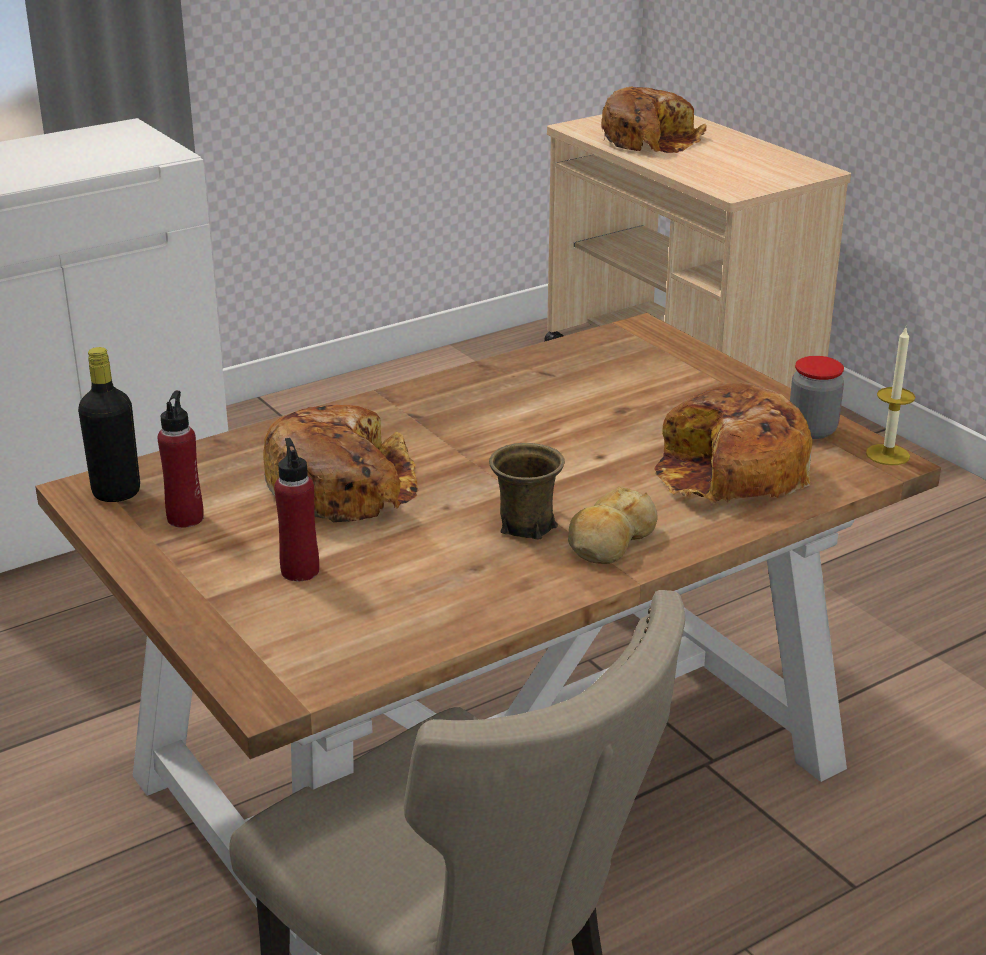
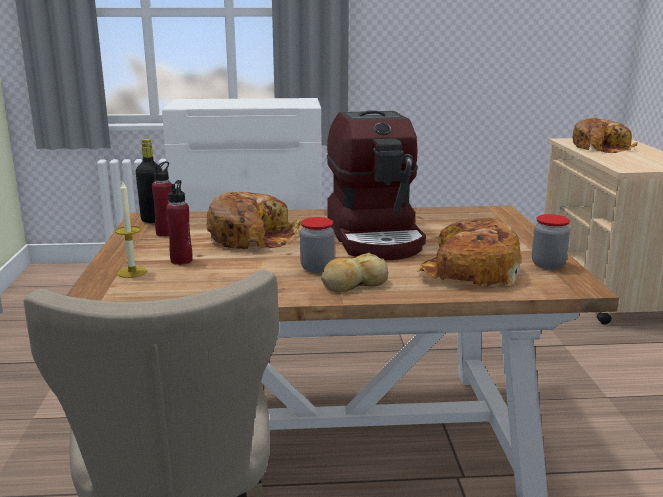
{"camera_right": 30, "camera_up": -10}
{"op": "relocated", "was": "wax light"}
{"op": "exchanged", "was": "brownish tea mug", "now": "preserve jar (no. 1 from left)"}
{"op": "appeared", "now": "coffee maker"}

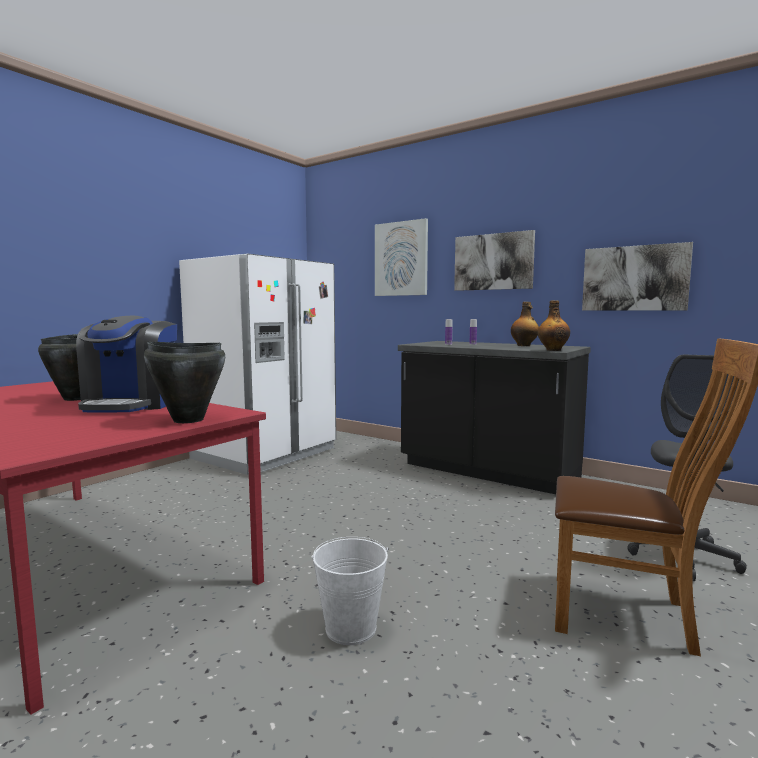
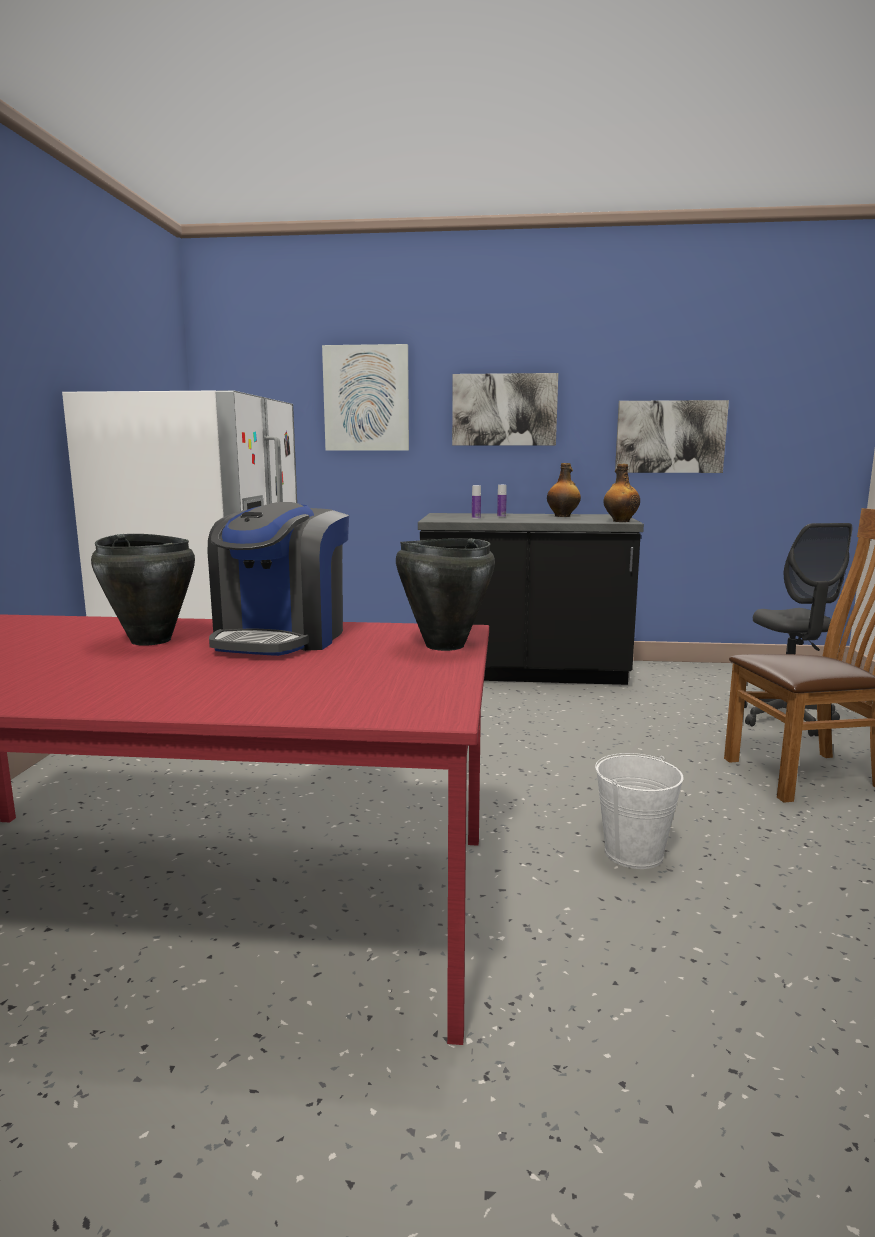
{"camera_right": -30, "camera_up": 5}
{"op": "spun", "was": "coffee maker", "clockwise": 45}

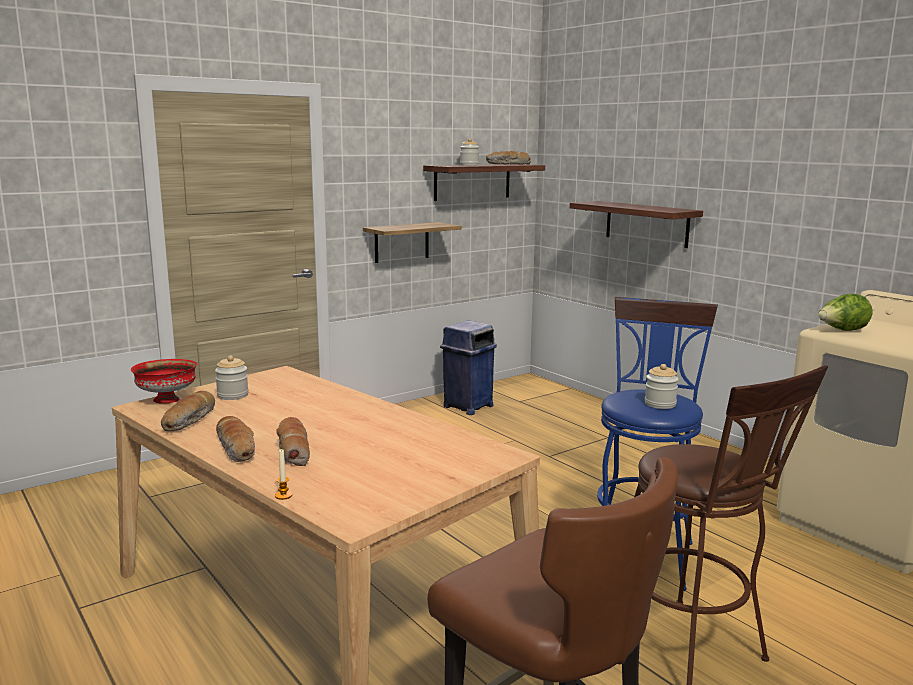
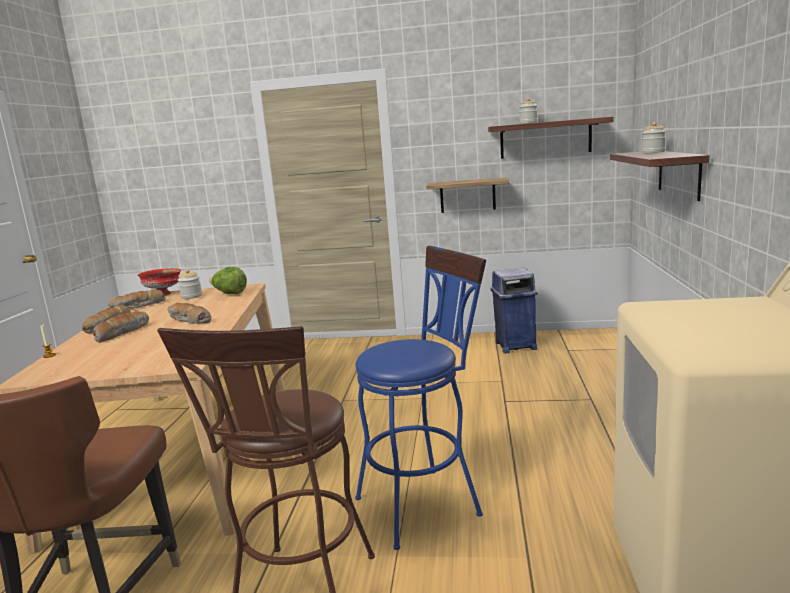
{"camera_right": 45, "camera_up": 0}
{"op": "relocated", "was": "bread (no. 4 from left)"}
{"op": "relocated", "was": "lettuce"}
{"op": "relocated", "was": "preserve jar (no. 3 from left)"}

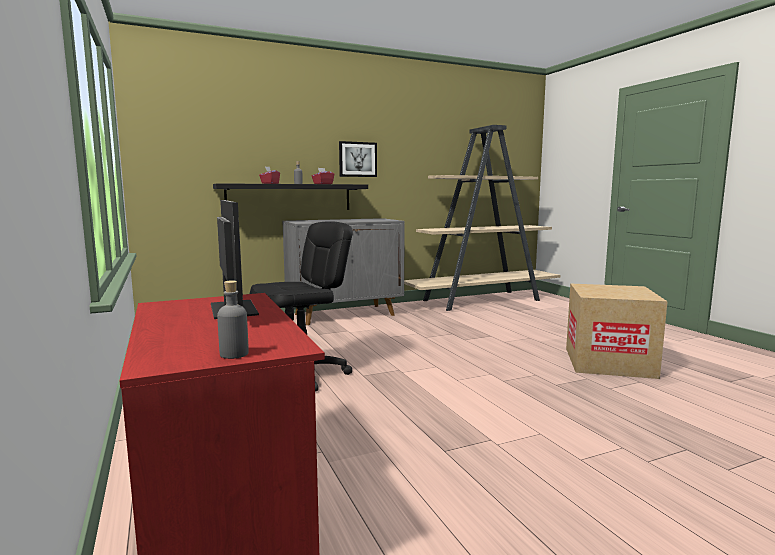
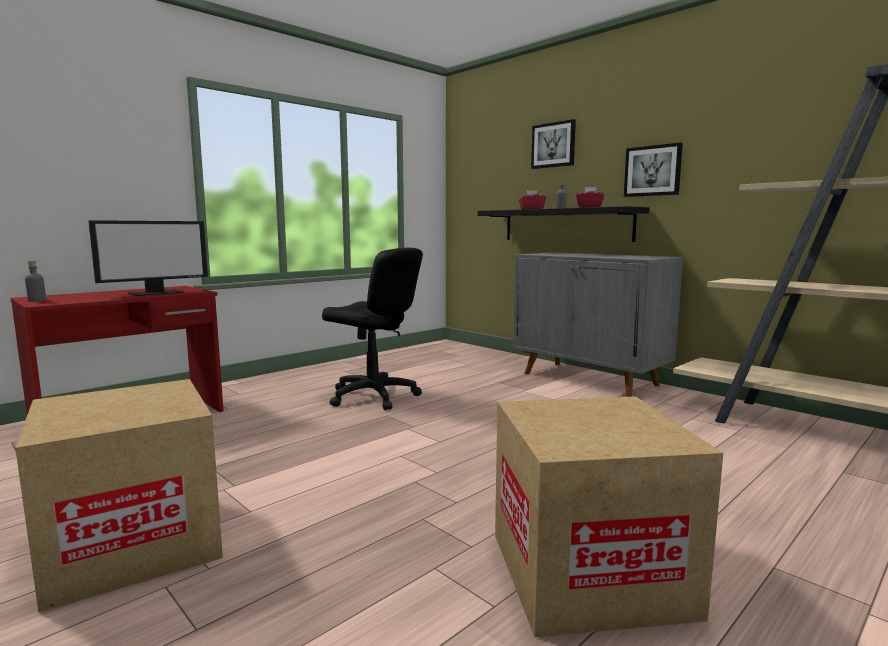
{"camera_right": 70, "camera_up": 0}
{"op": "appeared", "now": "packing box (no. 1 from left)"}
{"op": "appeared", "now": "picture (no. 1 from left)"}

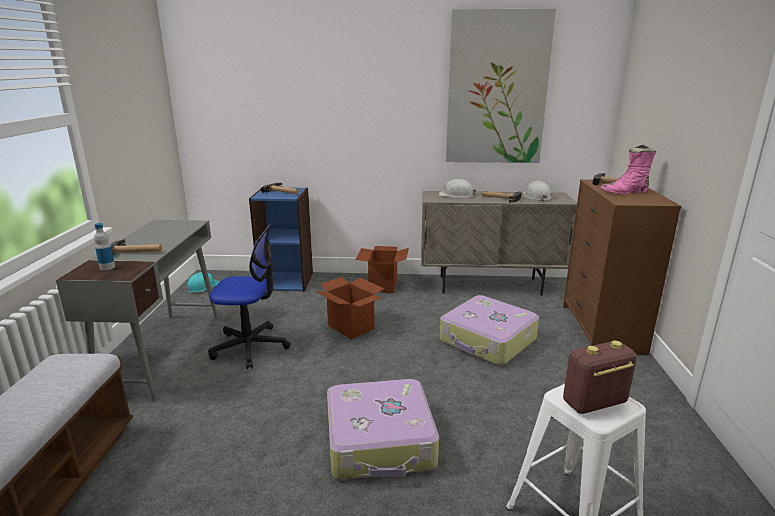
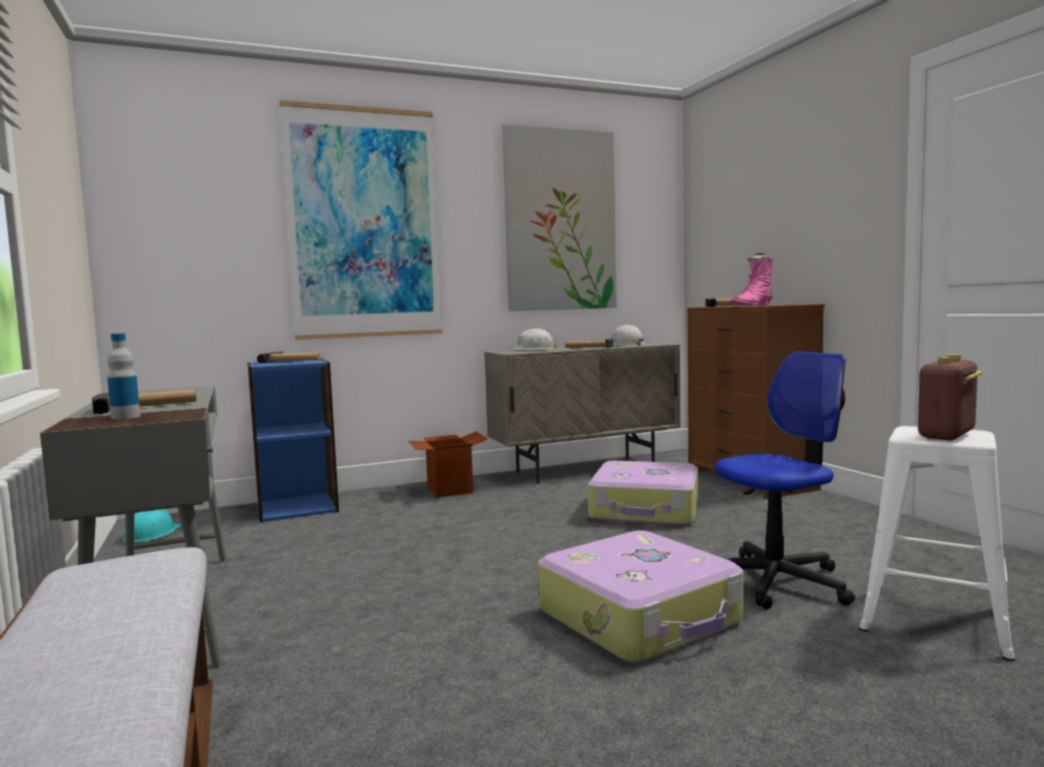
{"camera_right": -25, "camera_up": -15}
{"op": "appeared", "now": "picture (no. 1 from left)"}
{"op": "relocated", "was": "desk chair"}
{"op": "missing", "was": "packing box (no. 1 from left)"}

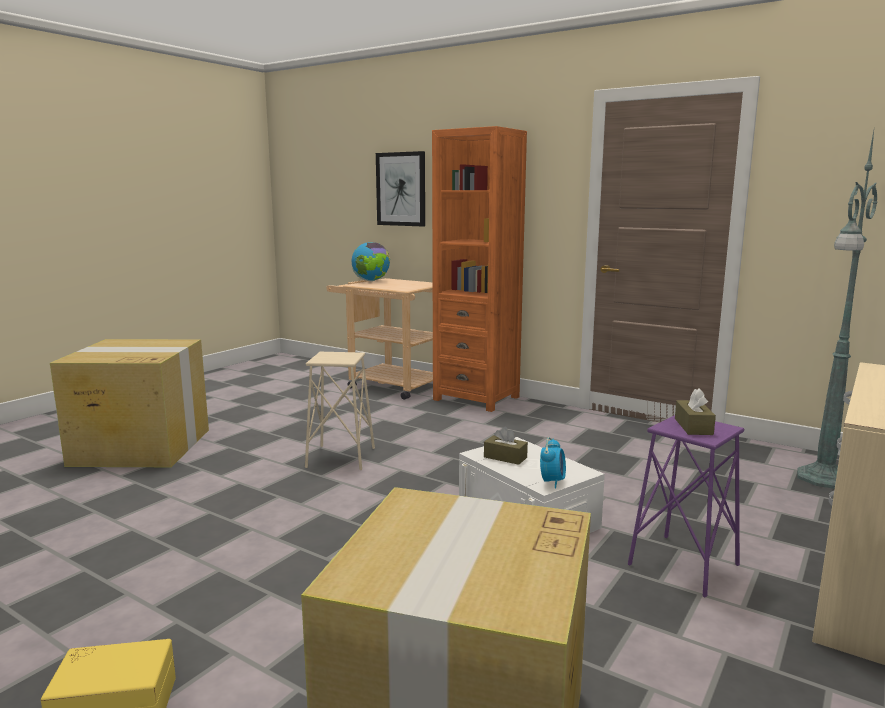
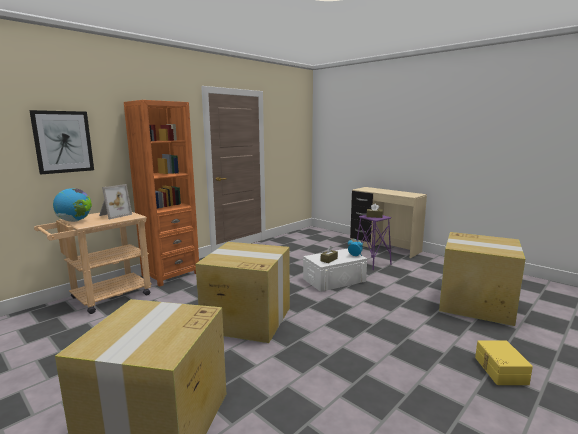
{"camera_right": -80, "camera_up": 0}
{"op": "appeared", "now": "standing frame"}
{"op": "exchanged", "was": "beige-coloured stool", "now": "packing box (no. 2 from left)"}
{"op": "missing", "was": "greenish standard lamp"}

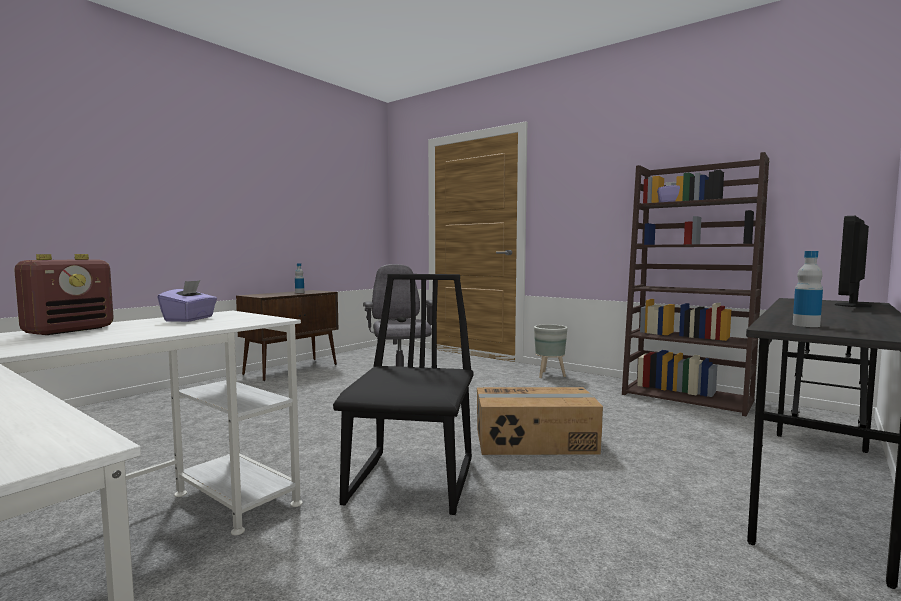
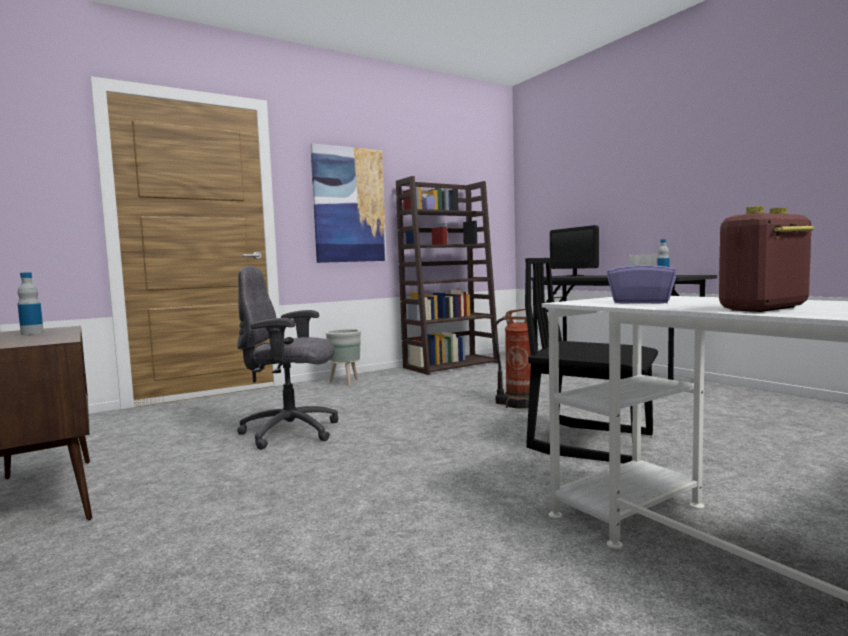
{"camera_right": -70, "camera_up": 0}
{"op": "appeared", "now": "picture"}
{"op": "exchanged", "was": "packing box", "now": "fire extinguisher"}
{"op": "spun", "was": "radio", "clockwise": -75}

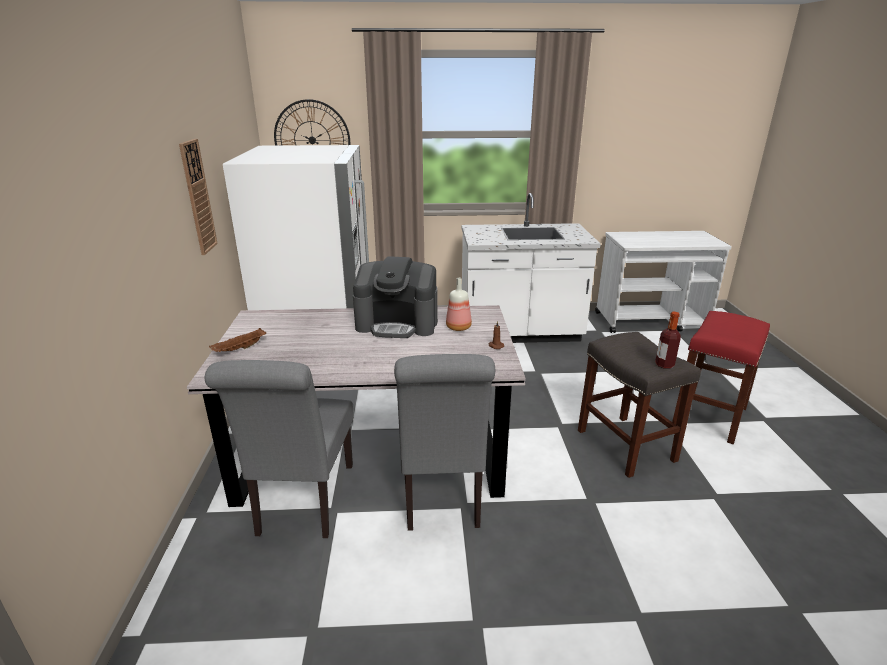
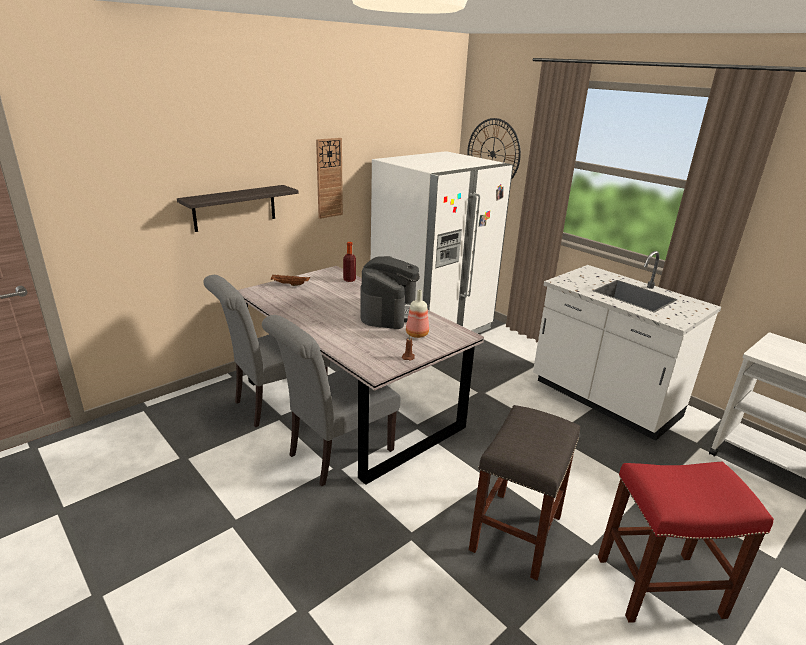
{"camera_right": 50, "camera_up": 0}
{"op": "appeared", "now": "wall shelf"}
{"op": "relocated", "was": "bottle (no. 2 from left in the first image)", "now": "bottle (no. 1 from left)"}
{"op": "spun", "was": "coffee maker", "clockwise": -135}

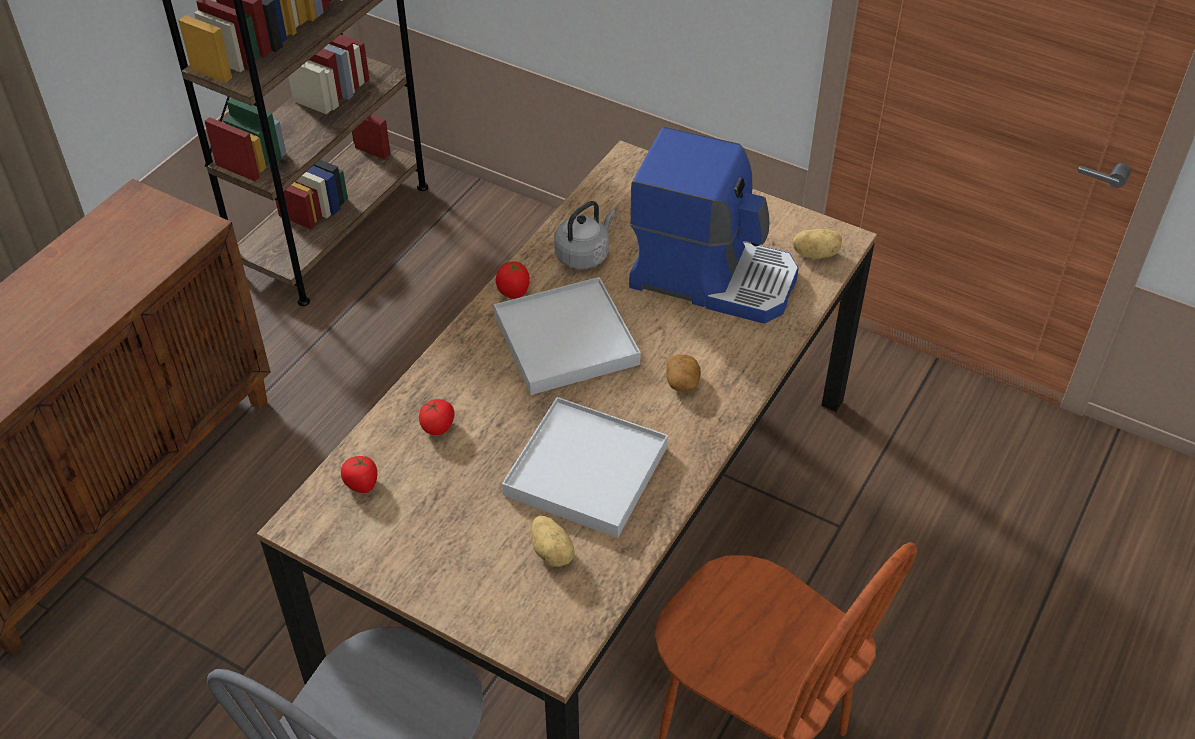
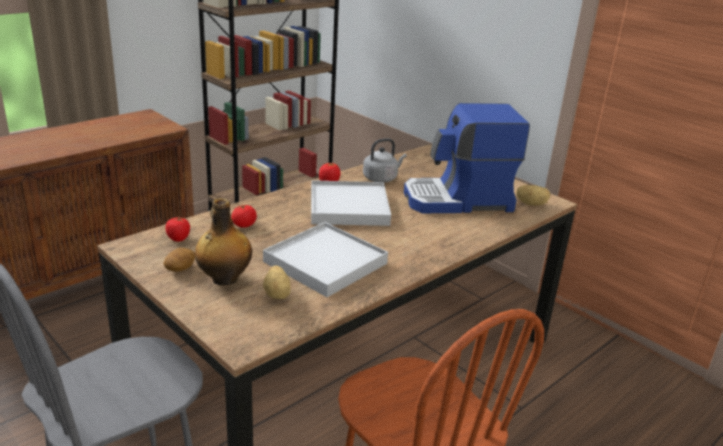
{"camera_right": 15, "camera_up": -20}
{"op": "relocated", "was": "spud (no. 2 from left in the first image)", "now": "spud (no. 1 from left)"}
{"op": "appeared", "now": "bottle"}
{"op": "spun", "was": "coffee maker", "clockwise": 135}

